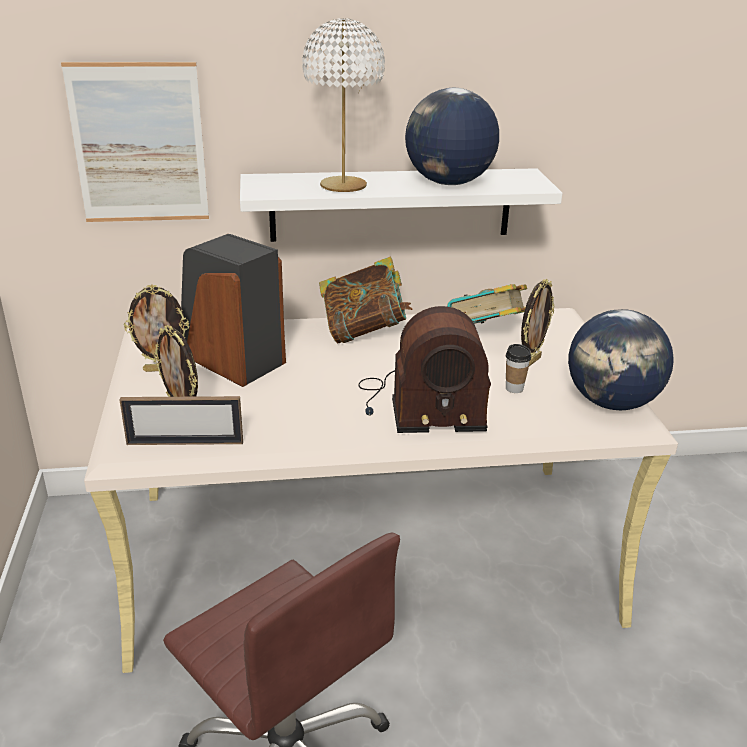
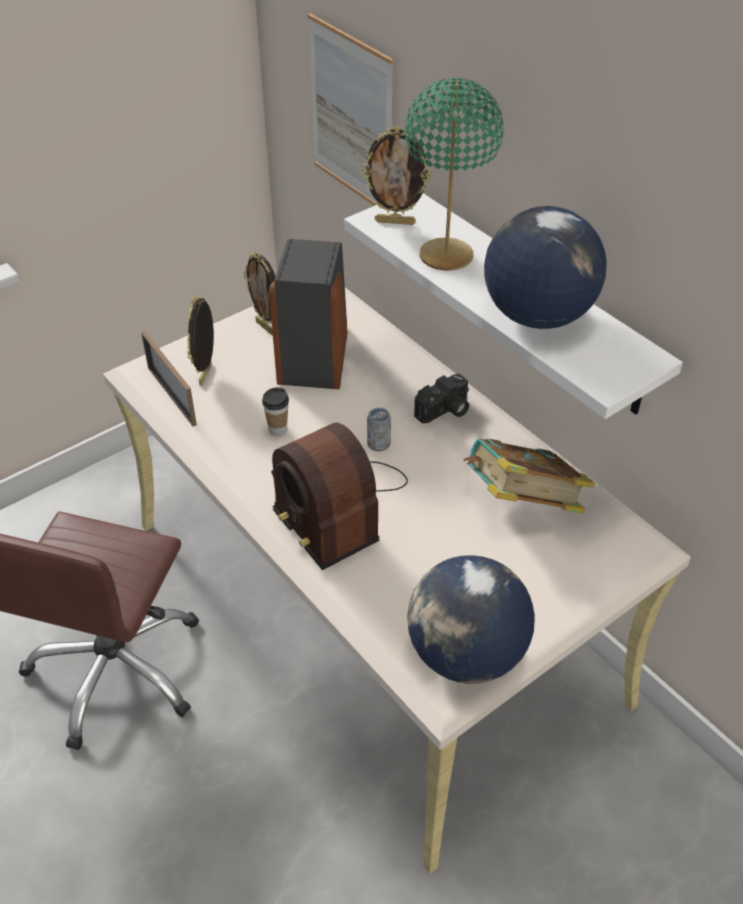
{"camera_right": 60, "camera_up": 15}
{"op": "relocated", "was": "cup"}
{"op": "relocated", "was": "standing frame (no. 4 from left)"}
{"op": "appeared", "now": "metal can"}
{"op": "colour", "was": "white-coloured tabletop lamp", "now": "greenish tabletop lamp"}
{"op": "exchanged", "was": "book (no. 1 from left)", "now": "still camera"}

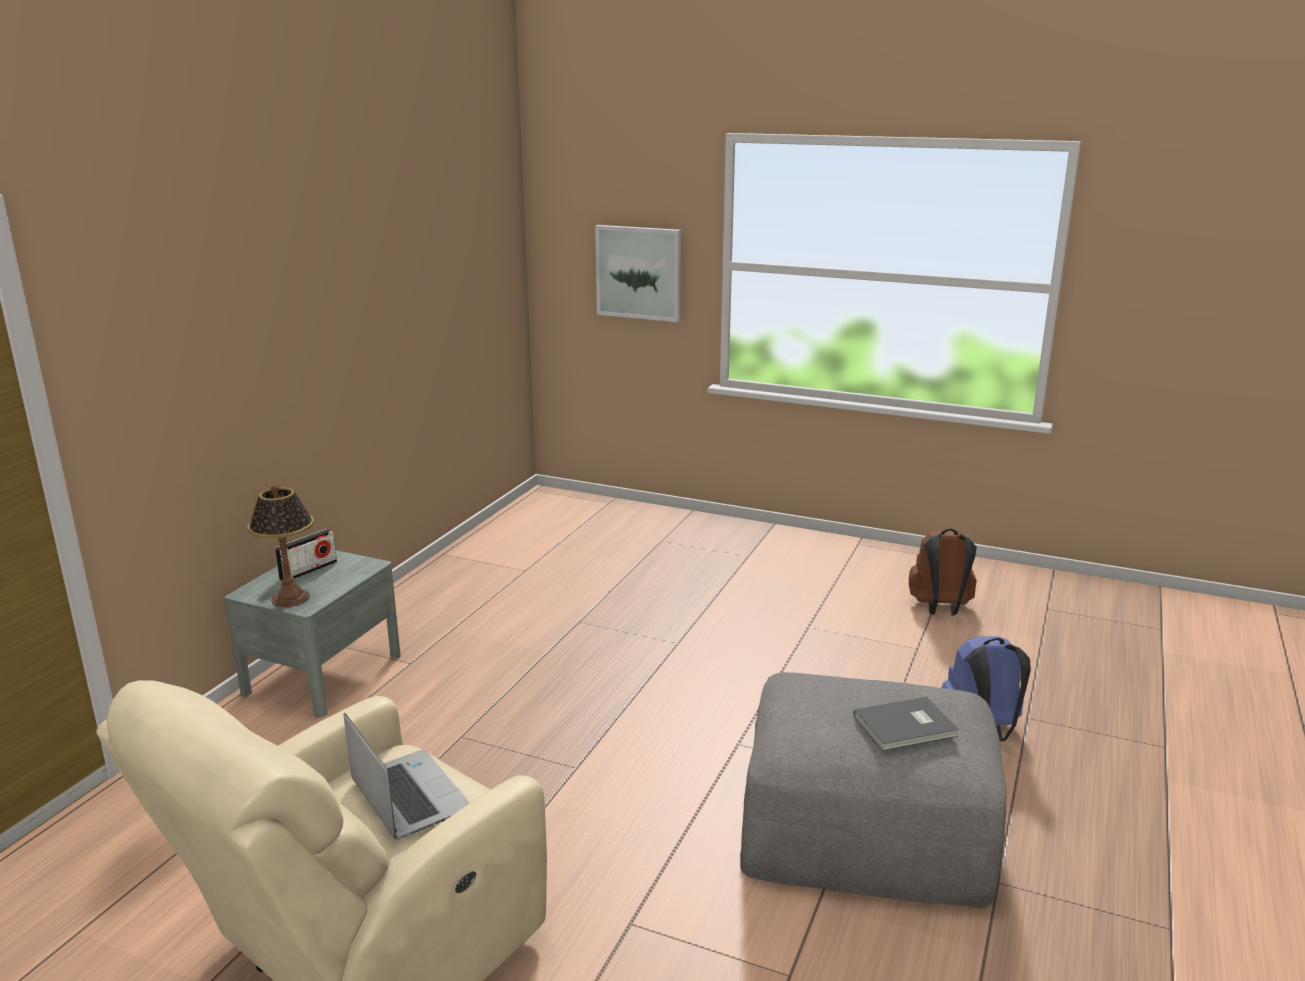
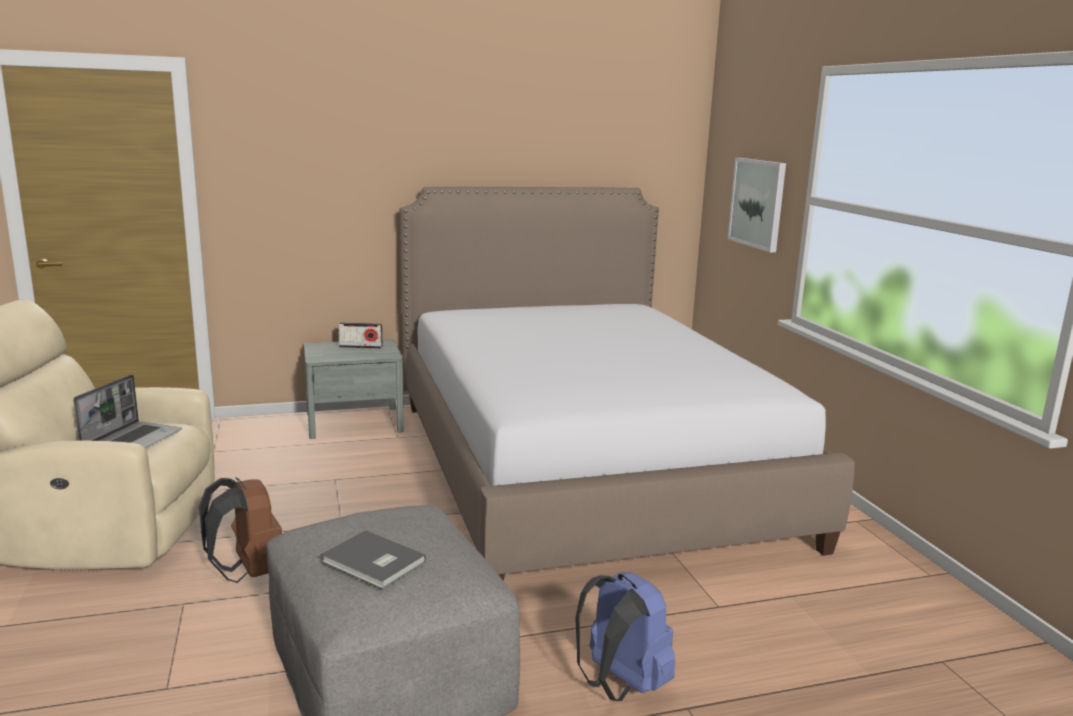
{"camera_right": 50, "camera_up": -5}
{"op": "relocated", "was": "brownish backpack"}
{"op": "appeared", "now": "sleeping bed"}
{"op": "missing", "was": "tabletop lamp"}

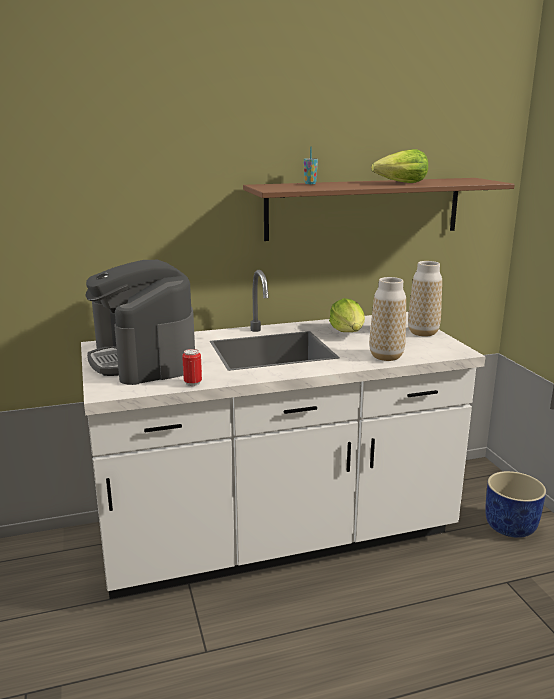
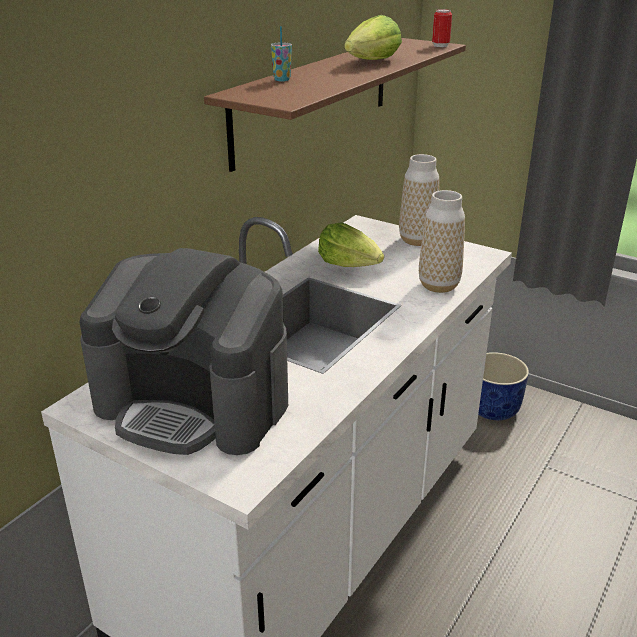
{"camera_right": -40, "camera_up": 10}
{"op": "relocated", "was": "metal can"}

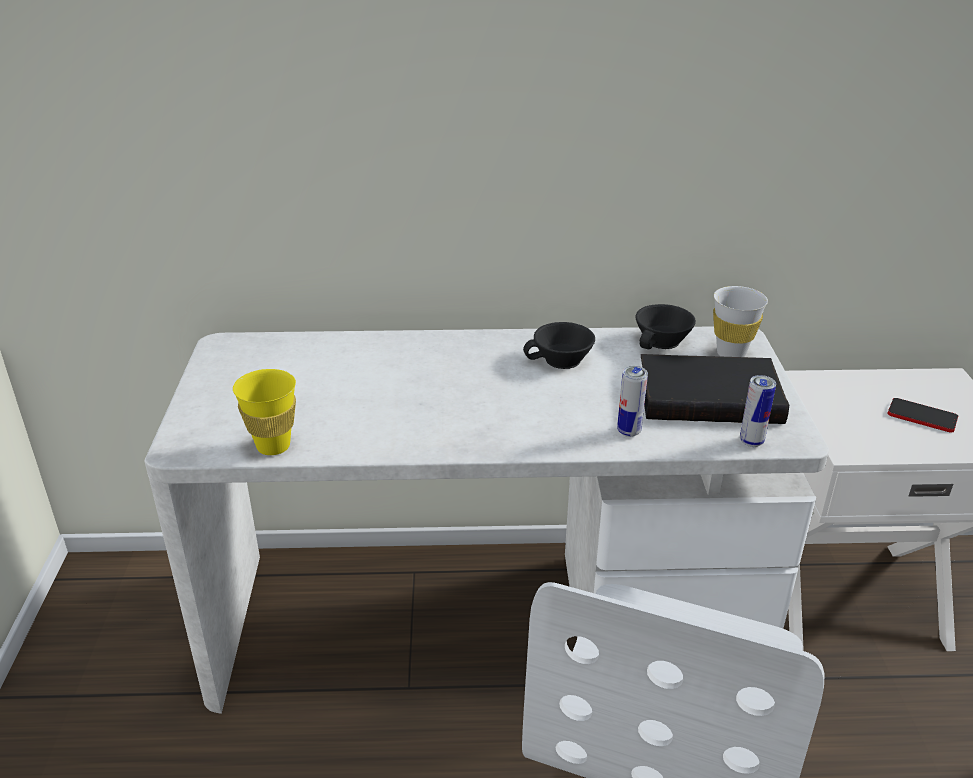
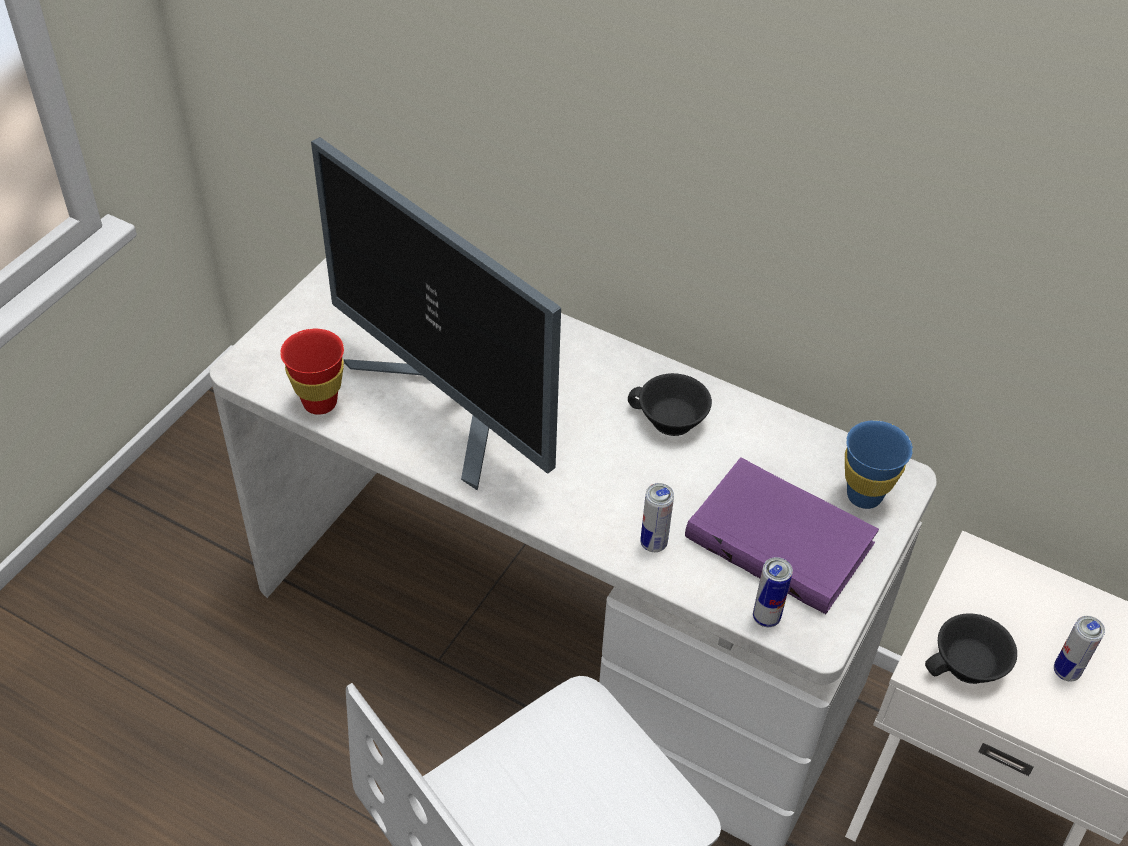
{"camera_right": 30, "camera_up": 15}
{"op": "colour", "was": "yellow cup", "now": "red cup"}
{"op": "appeared", "now": "computer display"}
{"op": "colour", "was": "blackish book", "now": "purple-coloured book"}
{"op": "colour", "was": "white-coloured cup", "now": "blue-coloured cup"}
{"op": "relocated", "was": "blackish cup (no. 2 from left)"}
{"op": "exchanged", "was": "phone", "now": "metal can (no. 3 from left)"}

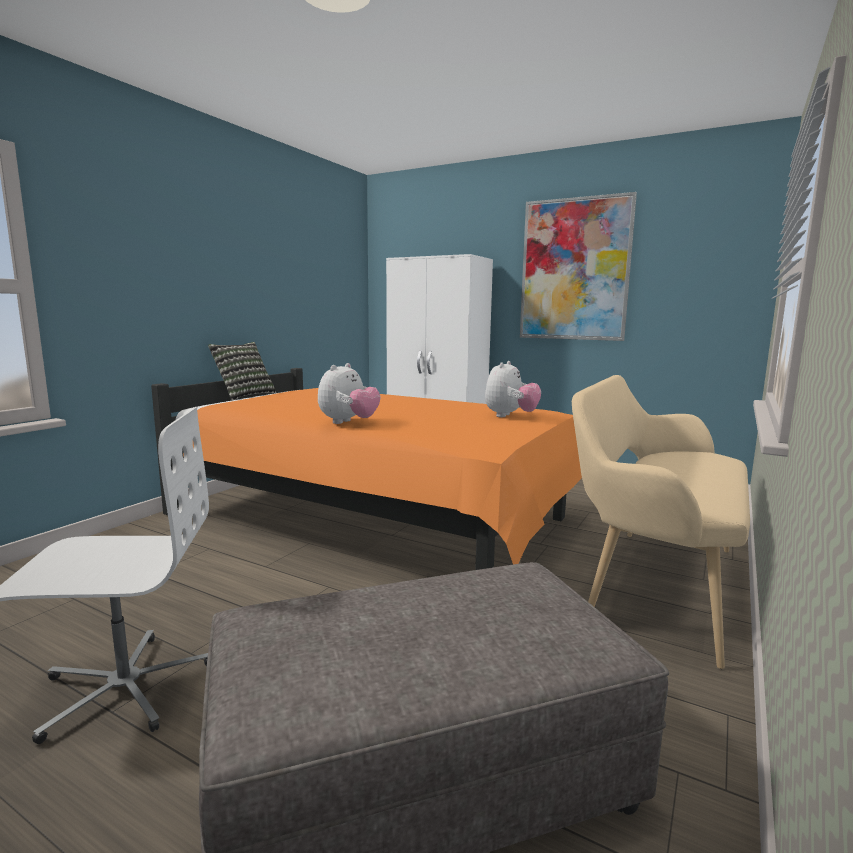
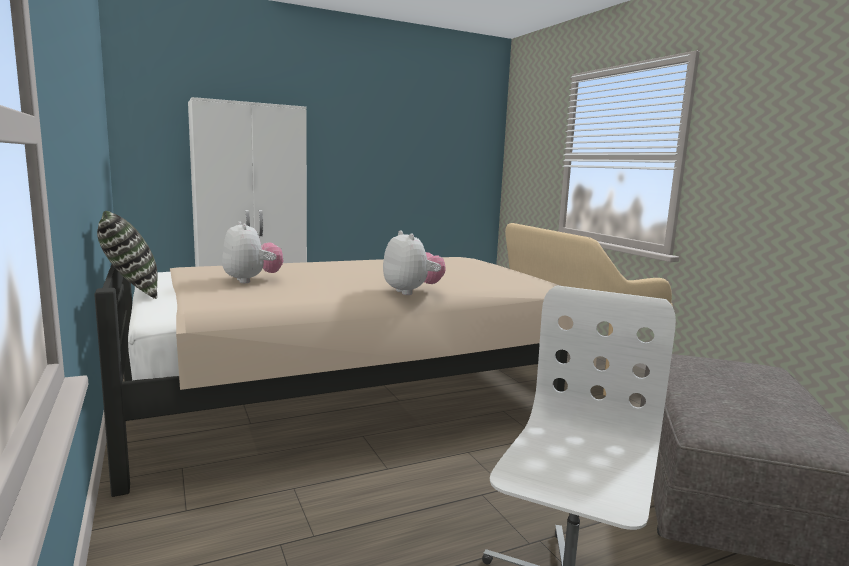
{"camera_right": -55, "camera_up": 0}
{"op": "colour", "was": "orangey sleeping bed", "now": "beige-coloured sleeping bed"}
{"op": "relocated", "was": "soft toy (no. 2 from left in the first image)", "now": "soft toy (no. 1 from left)"}
{"op": "missing", "was": "picture"}

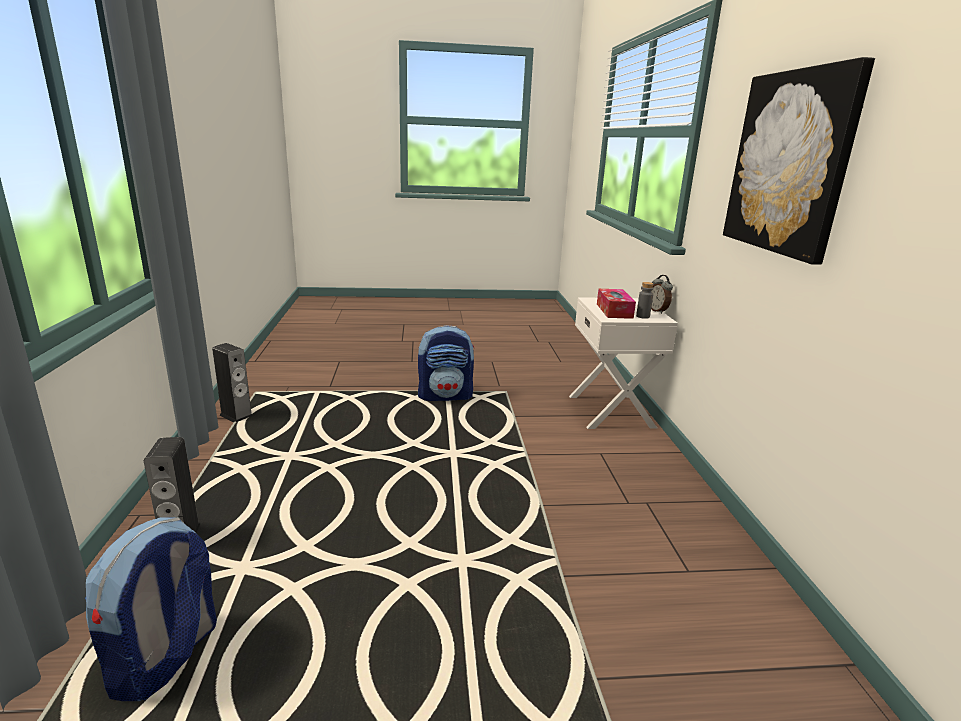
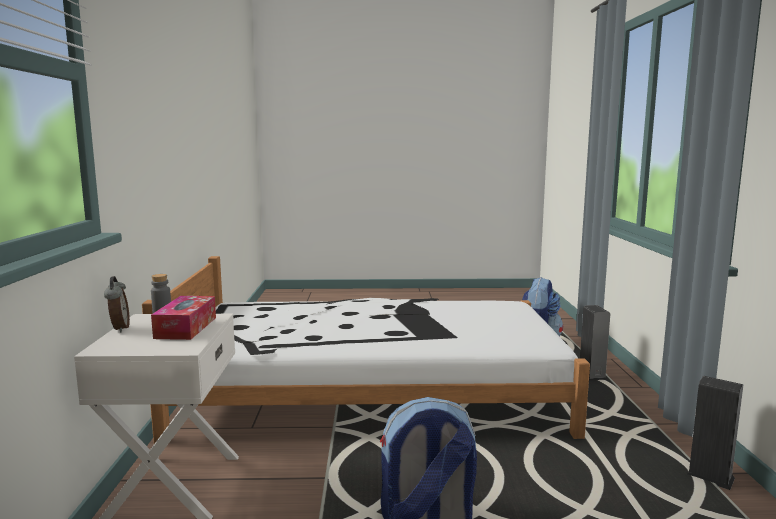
{"camera_right": -175, "camera_up": -10}
{"op": "appeared", "now": "white-coloured sleeping bed"}
{"op": "missing", "was": "picture"}

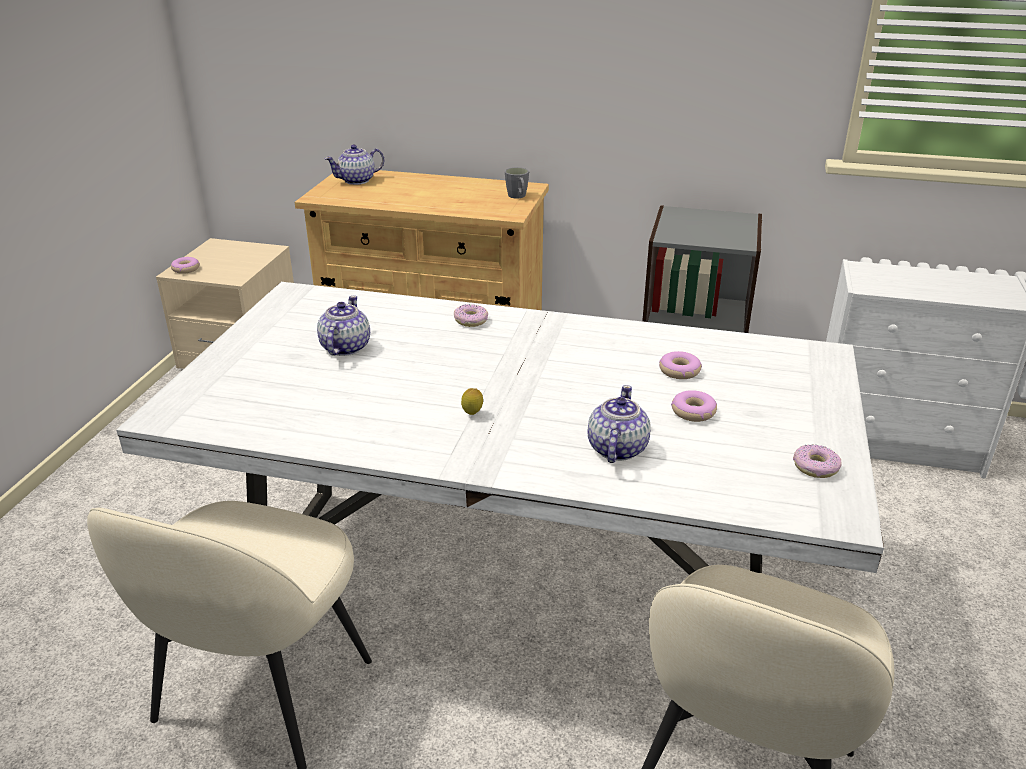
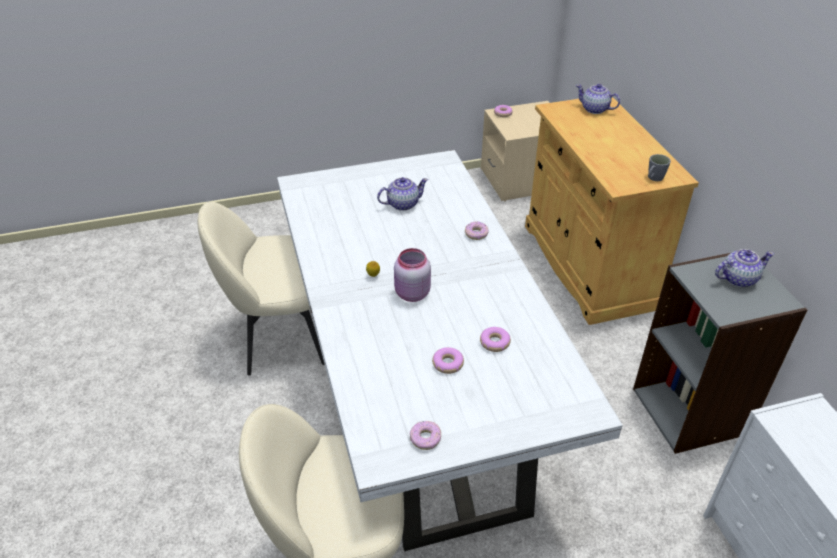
{"camera_right": 60, "camera_up": 10}
{"op": "appeared", "now": "pinkish preserve jar"}
{"op": "relocated", "was": "tea pot (no. 3 from left)"}

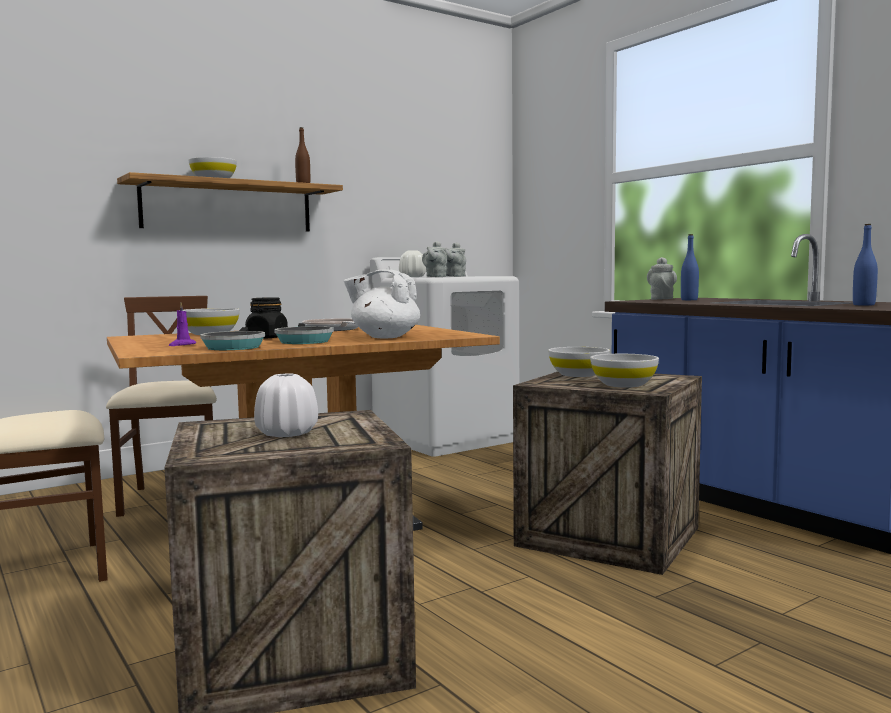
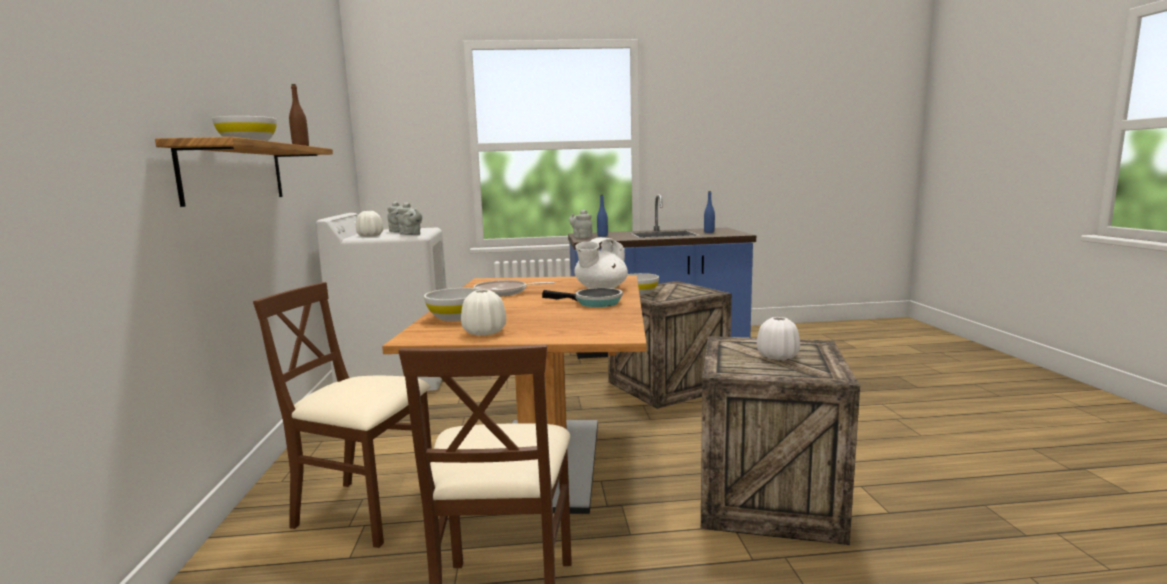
{"camera_right": -60, "camera_up": 5}
{"op": "appeared", "now": "white-coloured decorative vase (no. 2 from left)"}
{"op": "missing", "was": "purple-coloured wax light"}
{"op": "missing", "was": "frying pan (no. 1 from left)"}
{"op": "missing", "was": "blackish preserve jar"}
{"op": "missing", "was": "white-coloured serving bowl (no. 4 from left)"}

